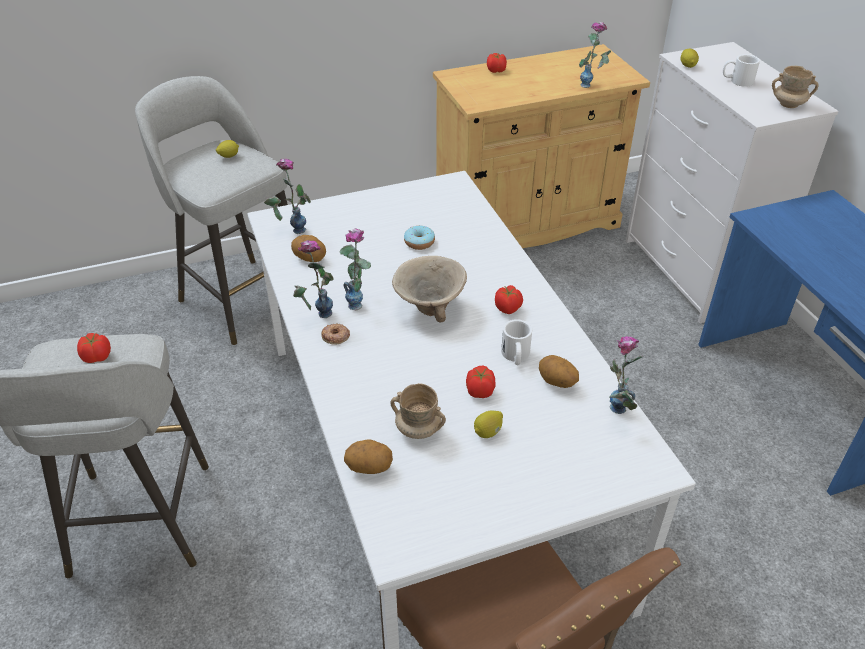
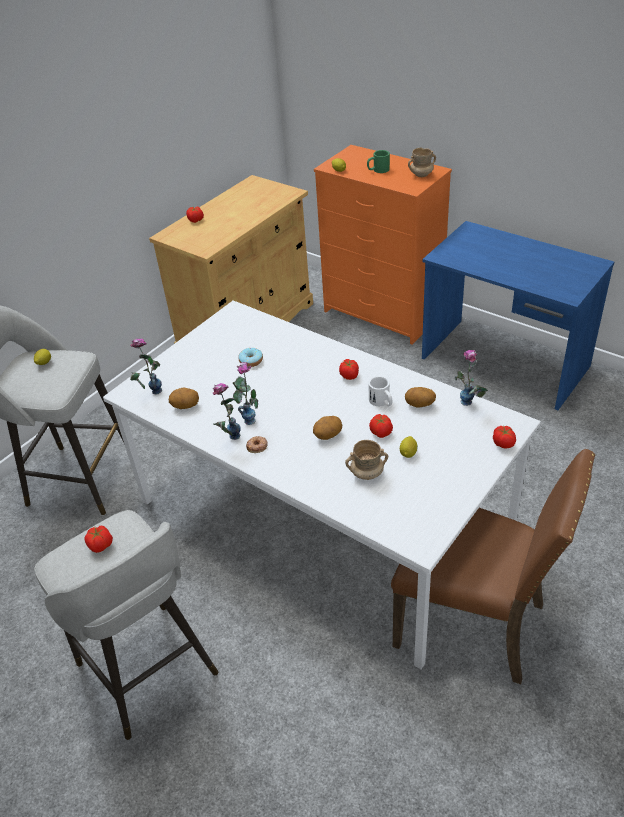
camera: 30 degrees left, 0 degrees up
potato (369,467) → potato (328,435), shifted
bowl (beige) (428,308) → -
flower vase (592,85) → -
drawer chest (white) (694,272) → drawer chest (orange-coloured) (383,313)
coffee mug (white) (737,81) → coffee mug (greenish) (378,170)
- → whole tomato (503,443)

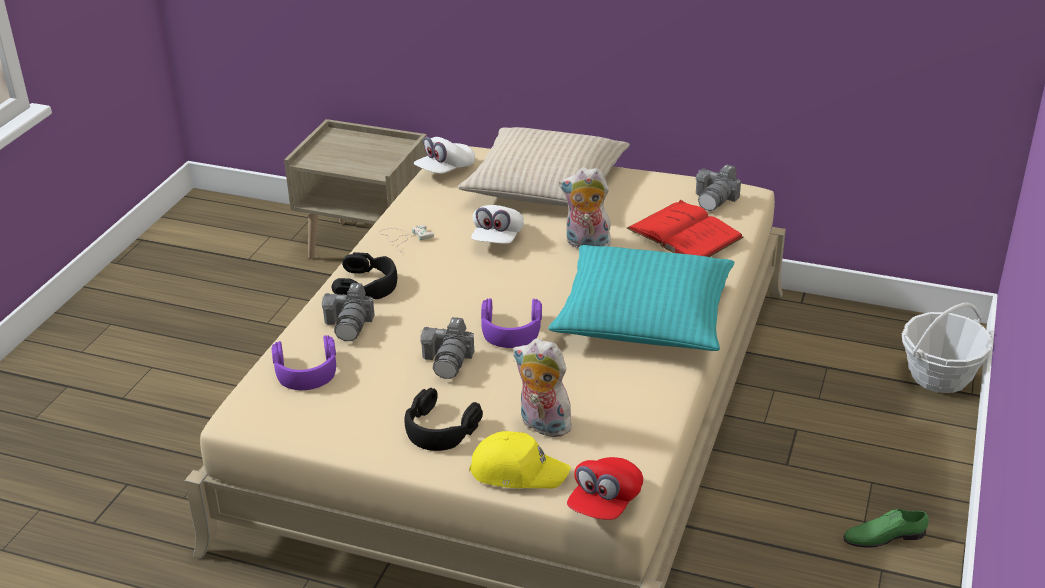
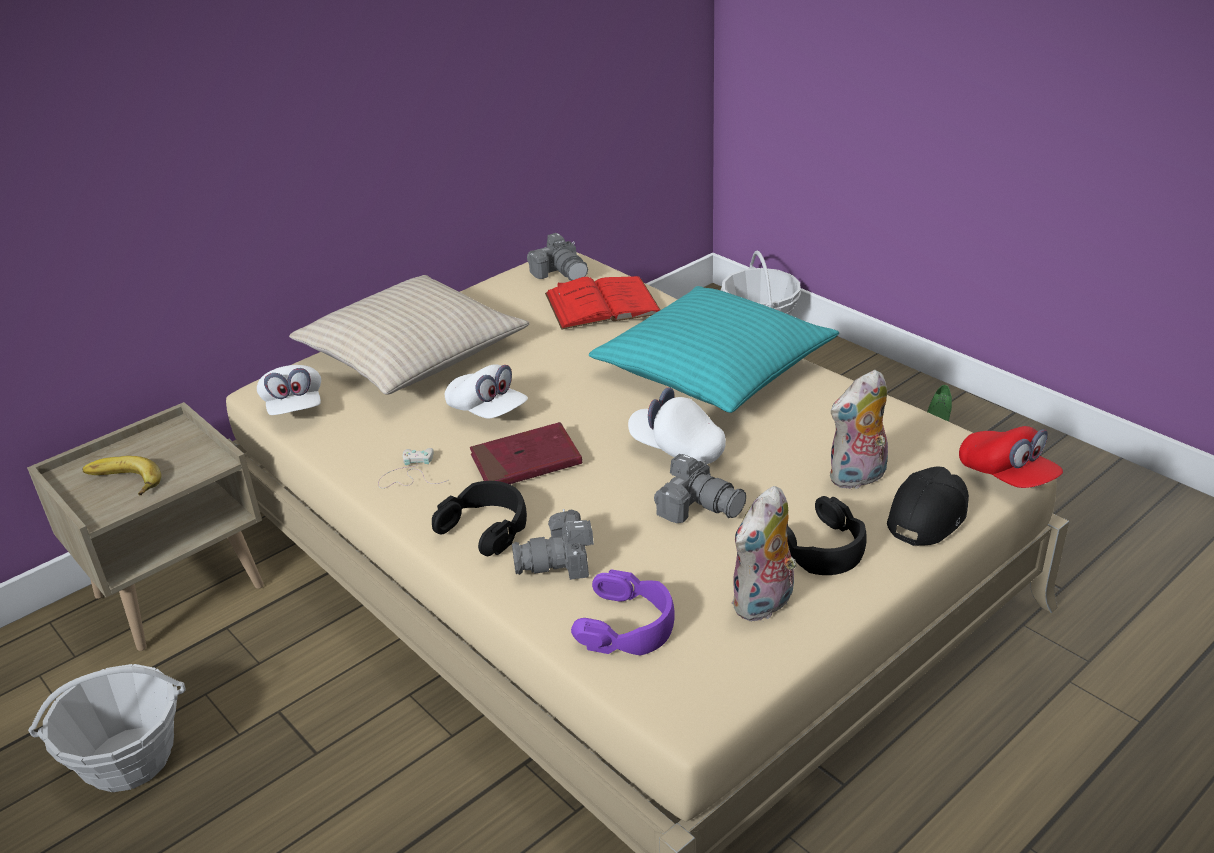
camera: 60 degrees left, 0 degrees up
photo camera (350,324) → photo camera (559,562), 135 degrees clockwise
baseball cap (yellow) (517,471) → baseball cap (blackish) (927,514)
headphones (purple) (511,330) → baseball cap (white) (677,448)
soft toy (586,244) → soft toy (764,604), shifted
- → basket (129,759)
- → banana (121,483)
- → volume (red-coloured) (526,461)

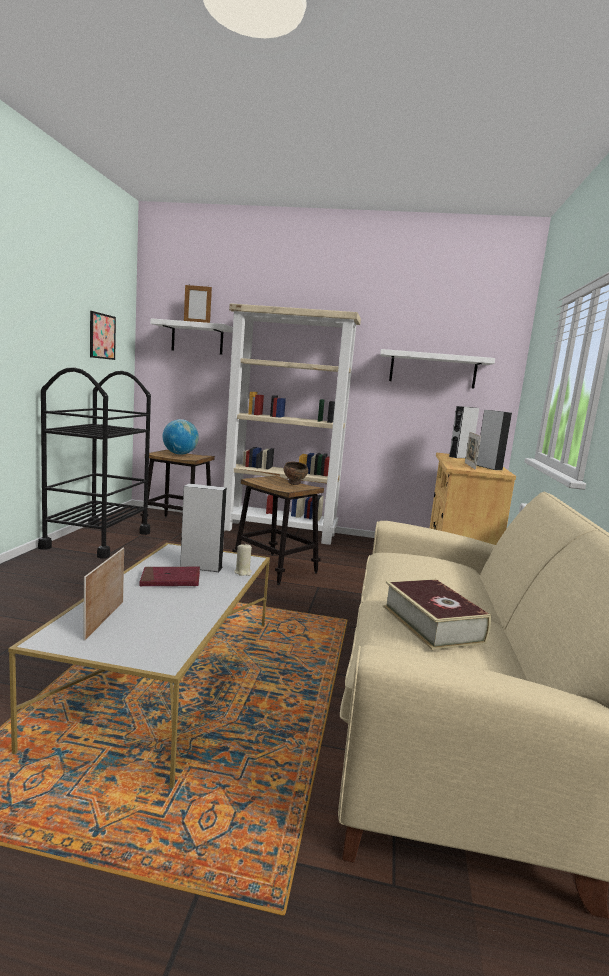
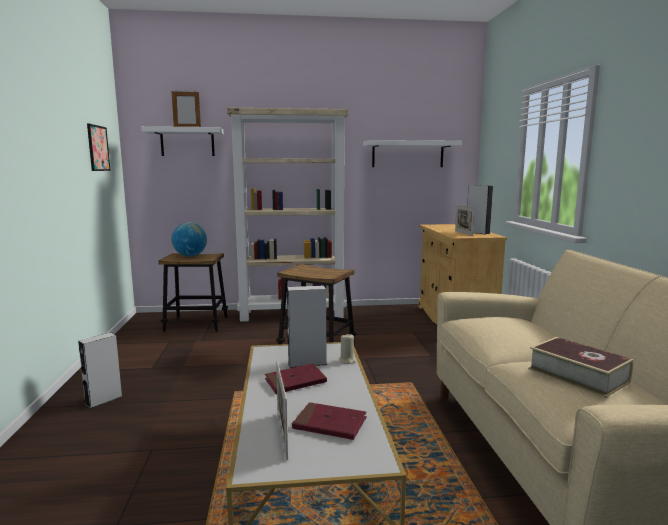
camera: 15 degrees left, 0 degrees up
trolley (blackish) (97,540) → -
bowl (brown) (295,484) → -
loudspeaker (gray) (460,457) → loudspeaker (gray) (104,400), shifted
- → volume (red-coloured) (330,424)

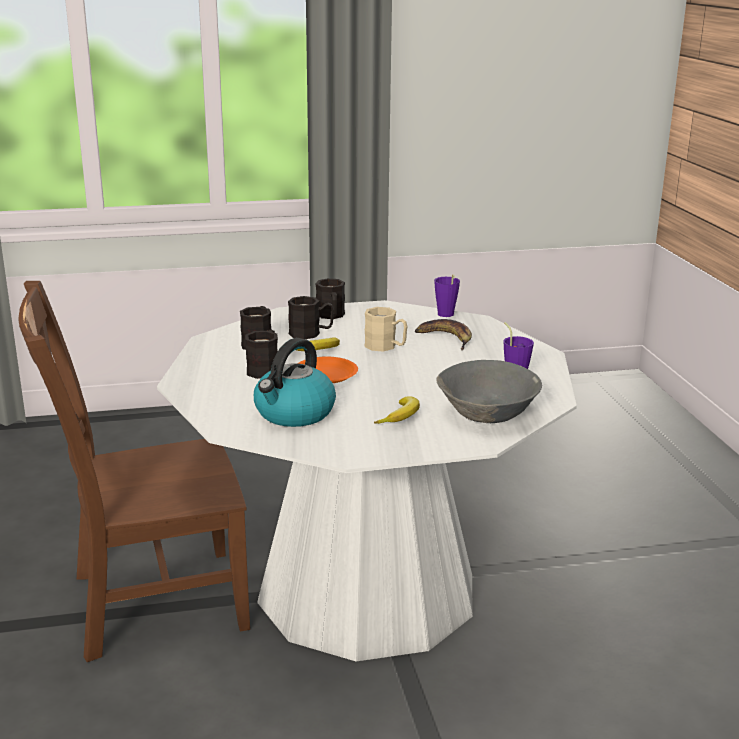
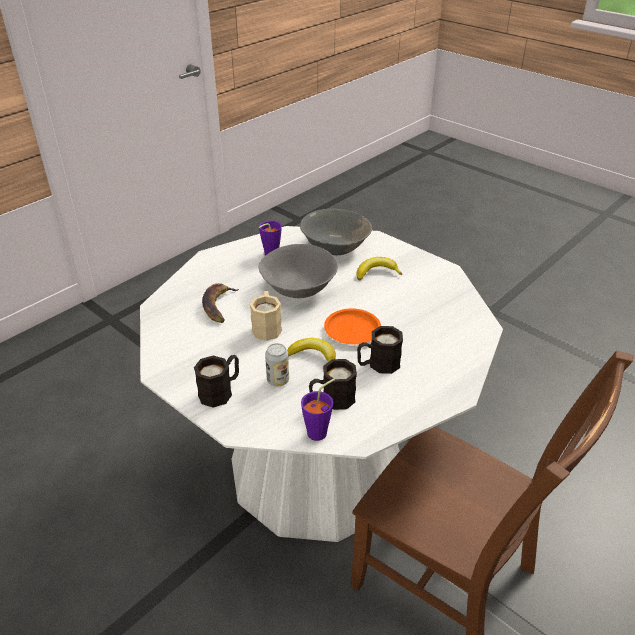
camera: 125 degrees left, 15 degrees up
water kettle (294,413) → -
coffee mug (blackish) (311,333) → metal can (278,380)
small cup (purple) (446,315) → small cup (purple) (320,431), shifted
- → bowl (gray) (298,287)

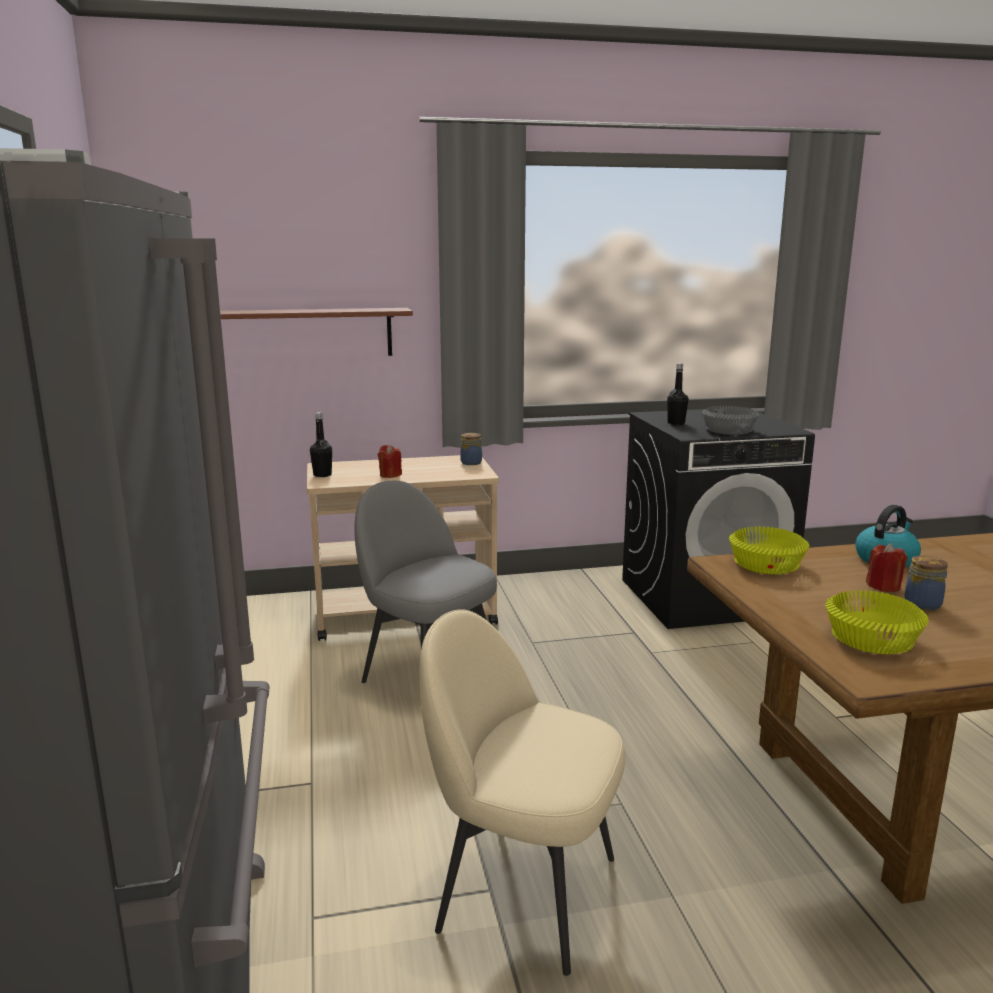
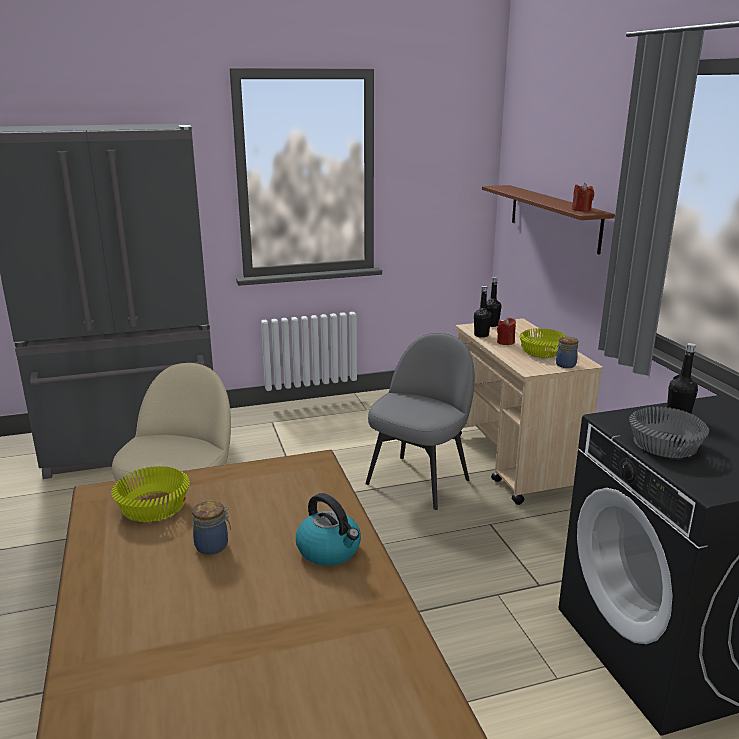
camera: 85 degrees right, 5 degrees up
bowl (yellow) (765,564) → bowl (yellow) (541,351), shifted
wax candle (red-coloured) (883,586) → wax candle (red-coloured) (581,210), shifted
- → bottle (blackish) (481,335)

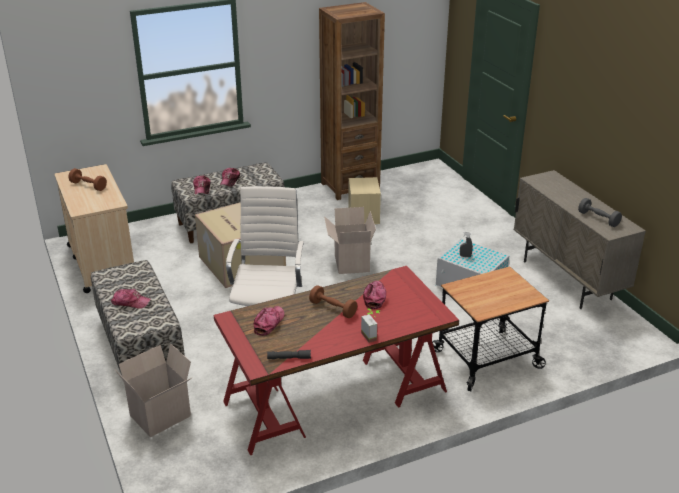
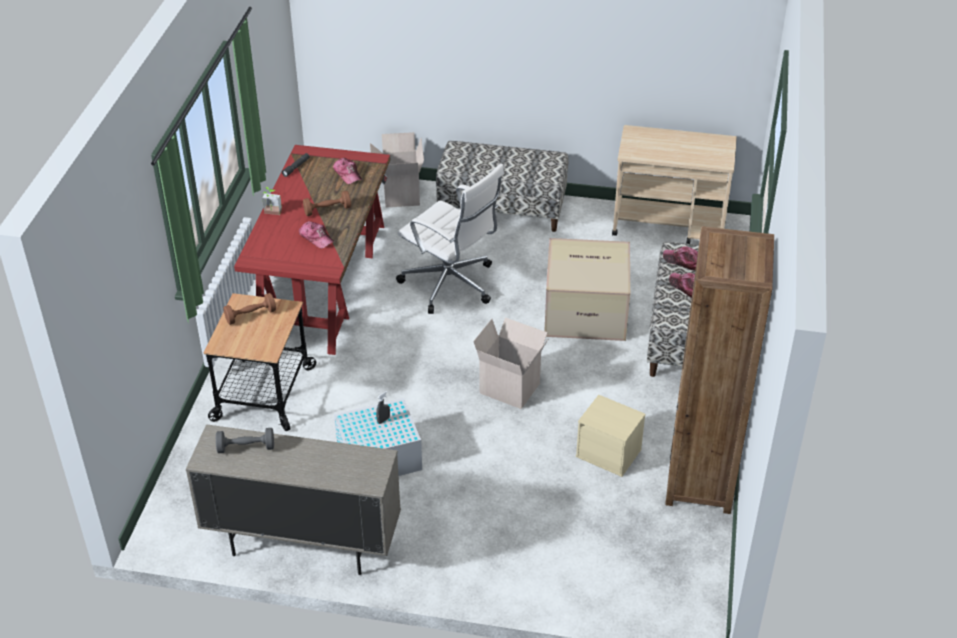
camera: 125 degrees right, 10 degrees up
dumbbell (brown) (88,186) → dumbbell (brown) (250,315), shifted
baseball cap (130,302) → -

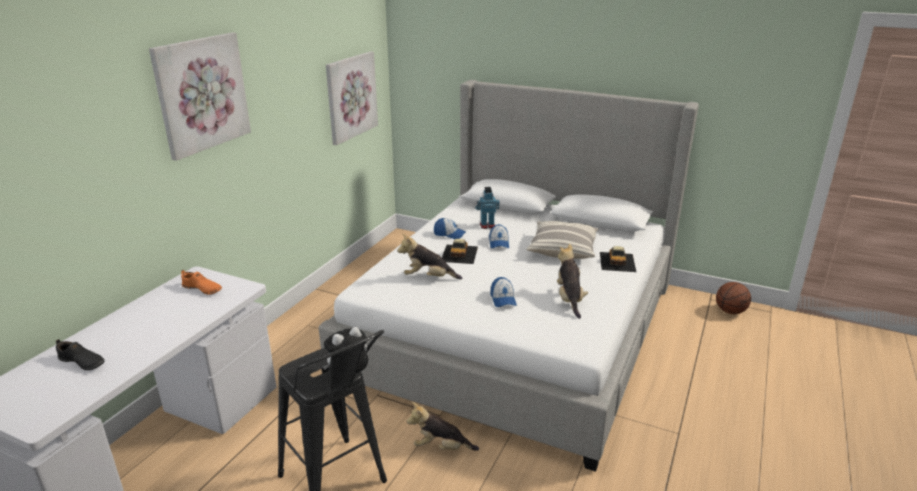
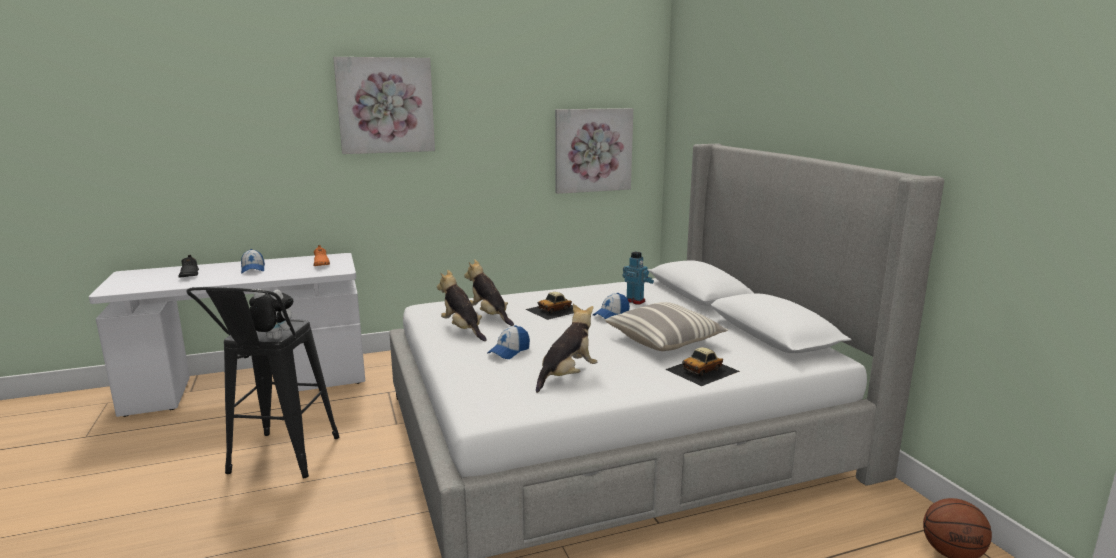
camera: 45 degrees right, 10 degrees down
soft toy (441,447) → soft toy (462,330), shifted
baseball cap (449,234) → baseball cap (253,269), shifted

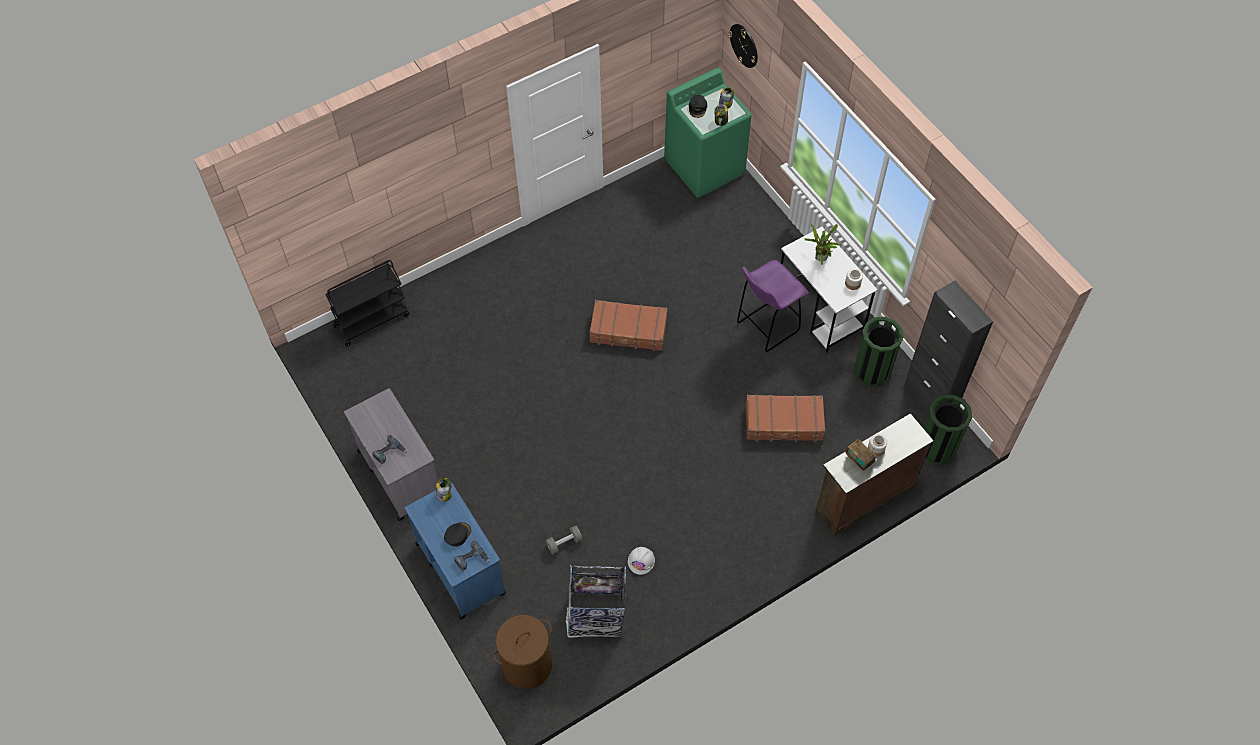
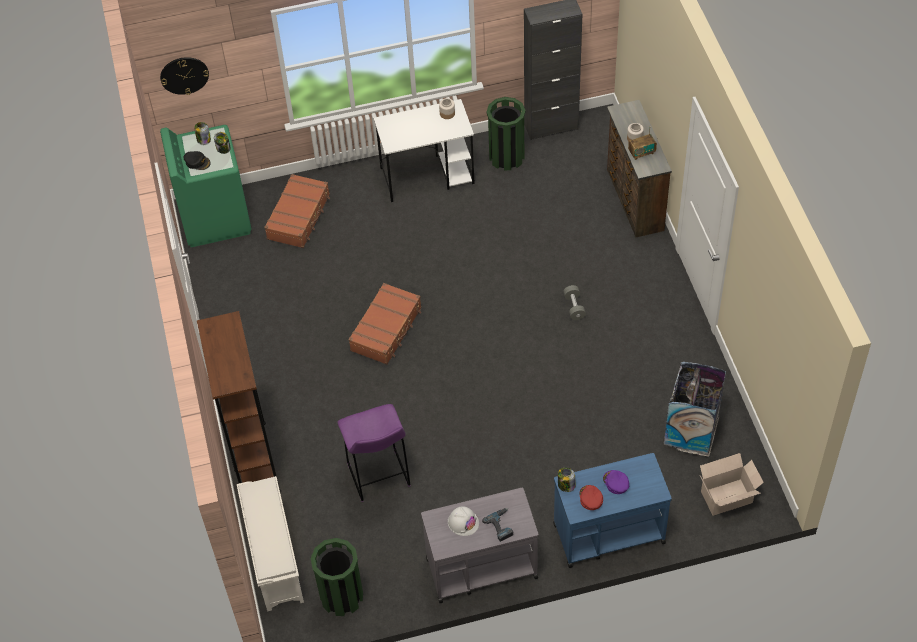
camera: 70 degrees left, 5 degrees down
trolley (blackish) (372,320) → shoe shelf (white) (274,559)
baseball cap (blackish) (457,534) → baseball cap (purple) (616,483)
electric drill (472,559) → -
washing basket (brown) (527,665) → packing box (728,497)
dumbbell (gray) (564,543) → dumbbell (gray) (574,307), shifted
work helmet (white) (641,561) → work helmet (white) (463,522), shifted
sitting stool (purple) (766,328) → sitting stool (purple) (379,477), shifted
travel case (brown) (784,423) → travel case (brown) (299,217), shifted
houseplant (820,259) → -
trash can (greenish) (937,447) → trash can (greenish) (341,596), shifted
- → shelving unit (brown) (254,460)
- → baseball cap (red-coloured) (590,498)

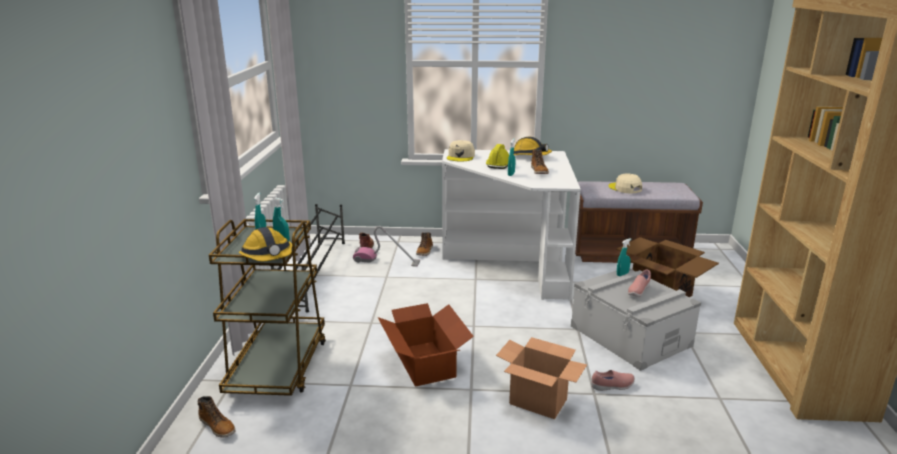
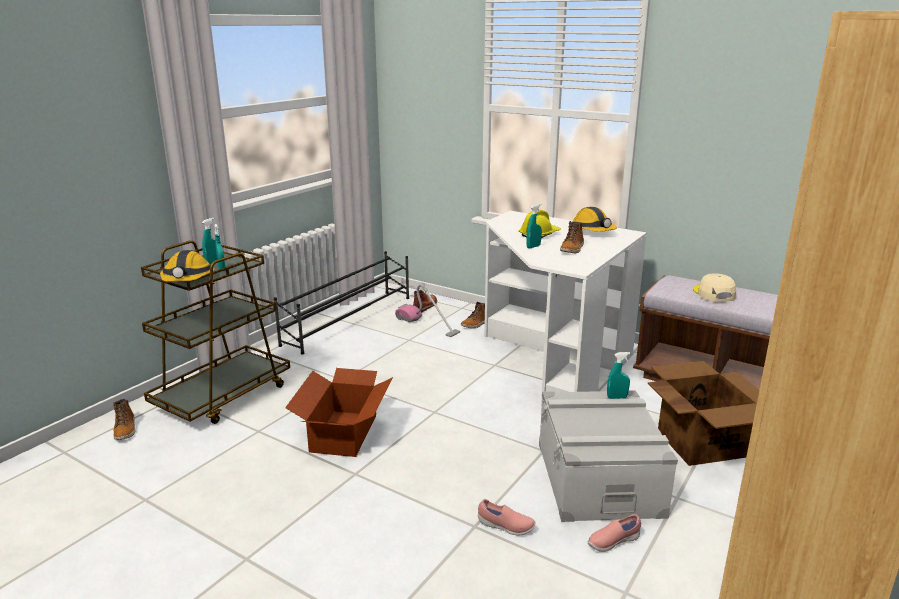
camera: 30 degrees right, 0 degrees up
baseball cap (beige) (461,156) → -
packing box (539,402) → -
item of footwear (pinkish) (638,291) → item of footwear (pinkish) (612,542), shifted

